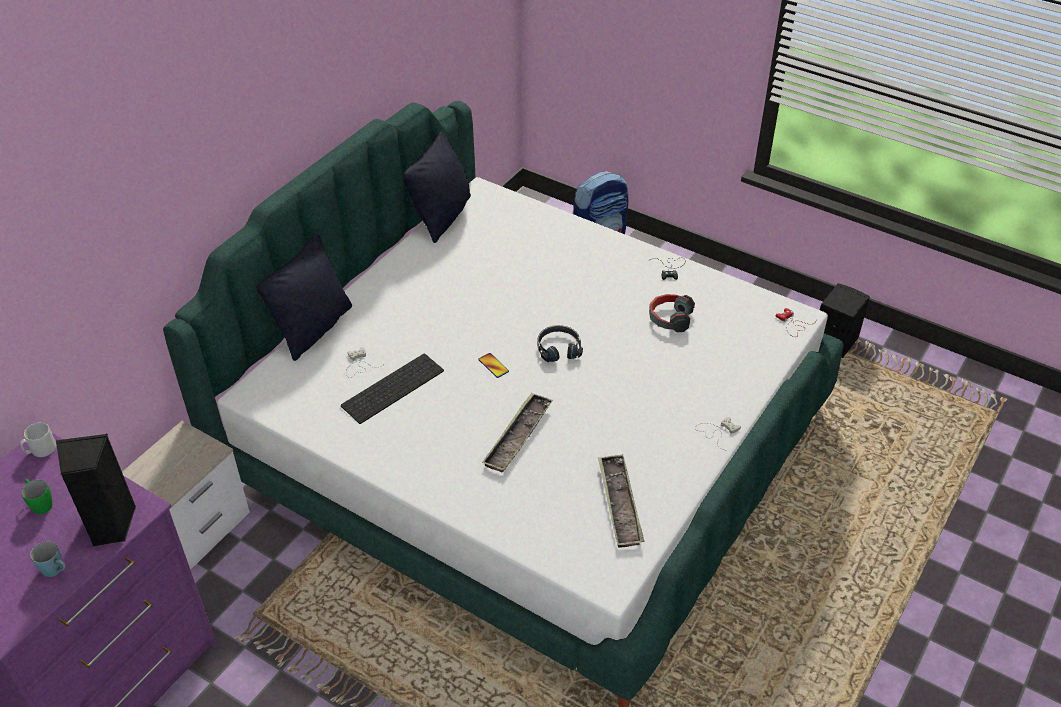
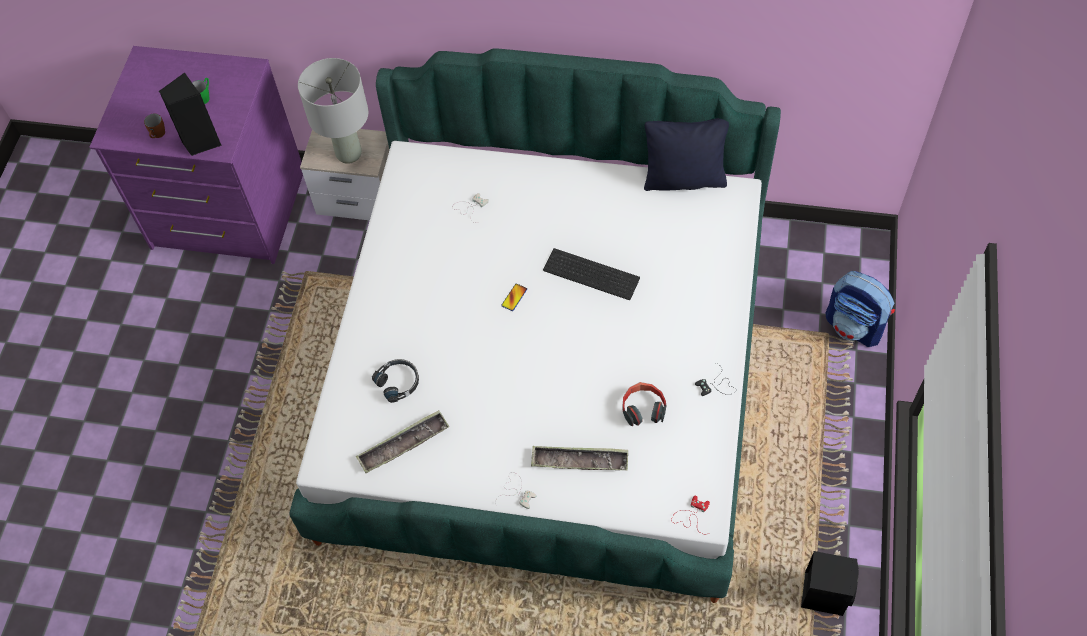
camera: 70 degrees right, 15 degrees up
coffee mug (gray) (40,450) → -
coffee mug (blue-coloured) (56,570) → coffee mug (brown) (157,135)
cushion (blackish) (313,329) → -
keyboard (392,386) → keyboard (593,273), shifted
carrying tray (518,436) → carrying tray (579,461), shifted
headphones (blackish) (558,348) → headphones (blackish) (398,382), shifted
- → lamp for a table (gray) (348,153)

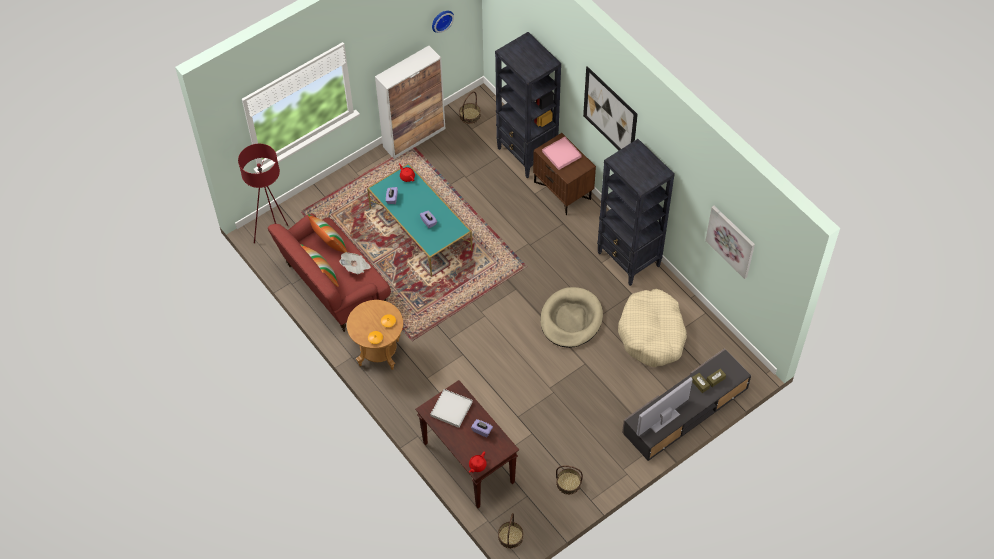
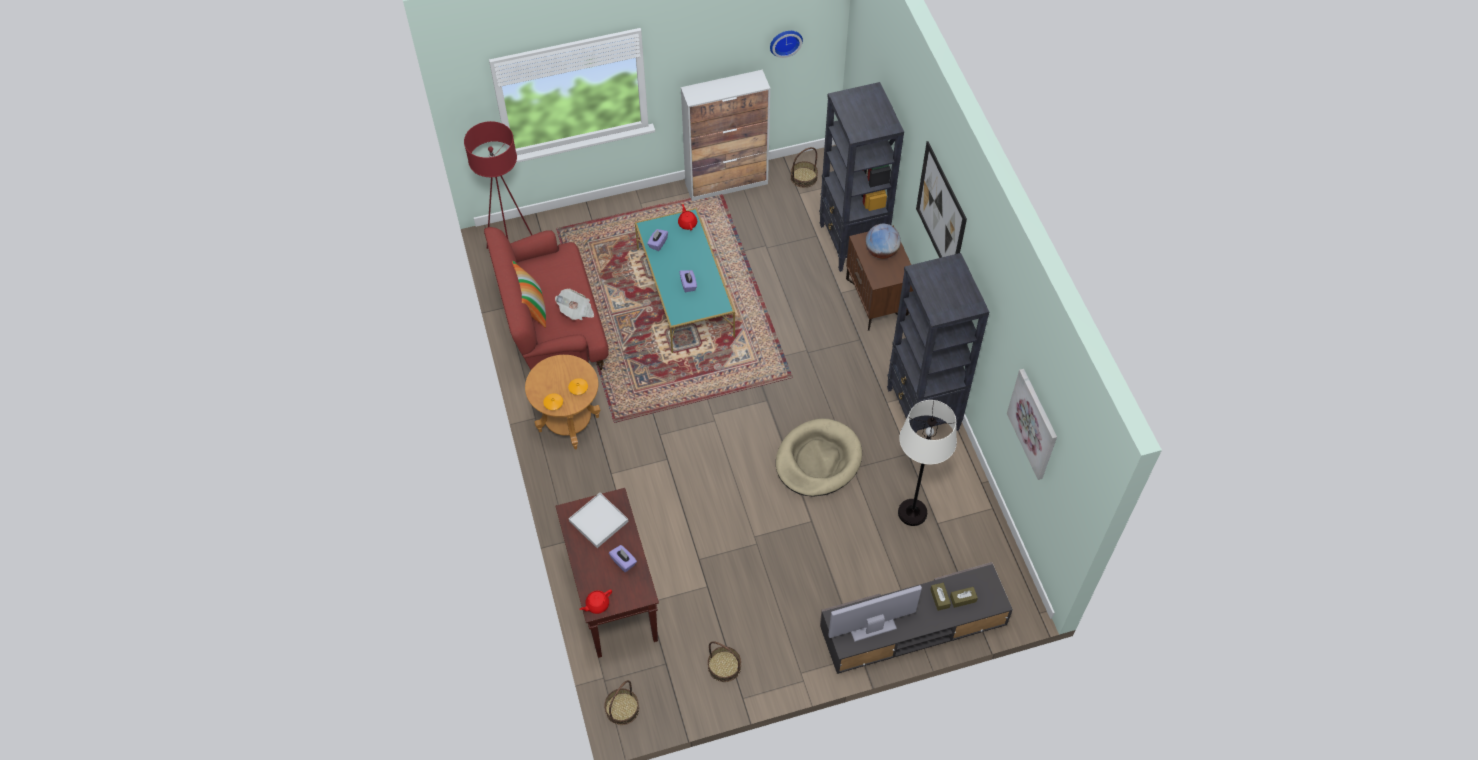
camera: 20 degrees right, 0 degrees up
cushion (329,244) → -
carrying tray (pinkish) (561,154) → world globe (881,251)
pet bed (beige) (652,334) → floor lamp (white) (912,512)

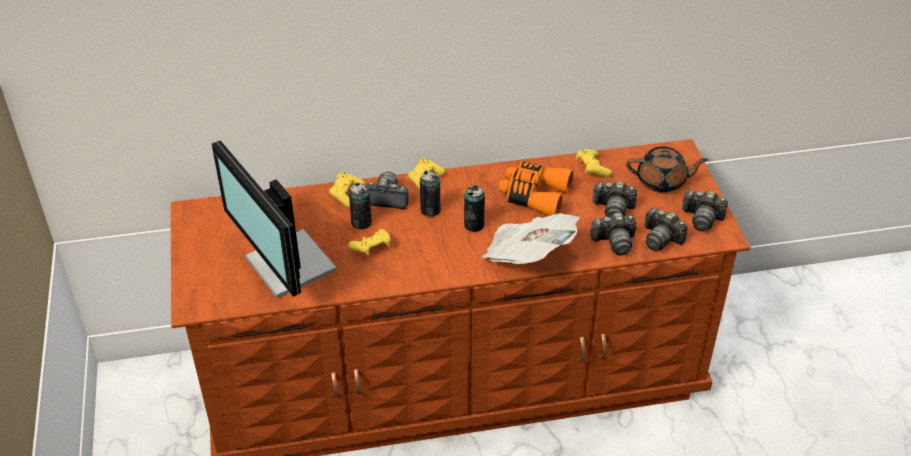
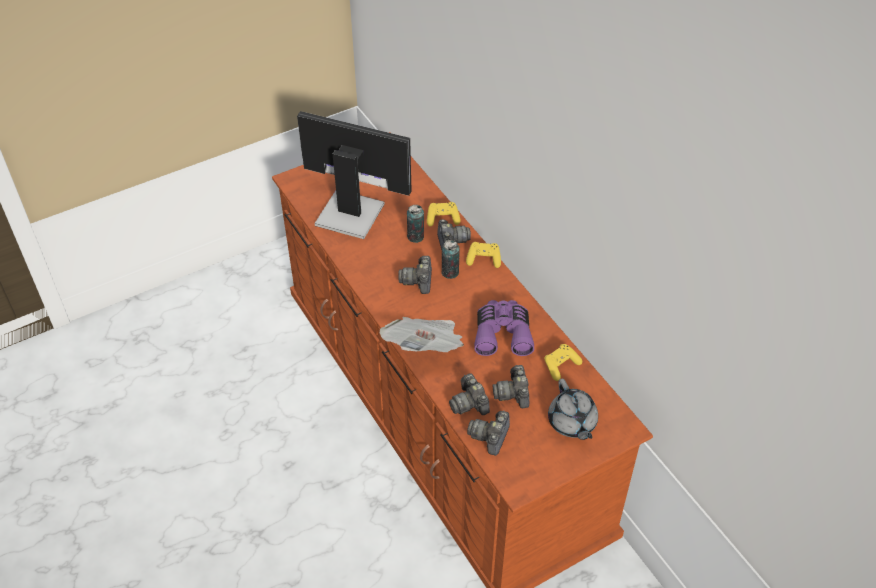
camera: 70 degrees right, 5 degrees up
computer display (287,266) → computer display (350,212), 75 degrees clockwise
game controller (yellow) (372,248) → -
metal can (474,225) → -
pair of binoculars (orange-coloured) (534,195) → pair of binoculars (purple) (503,333)
tea pot (brown) (662,181) → tea pot (gray) (572,422)
photo camera (702,218) → photo camera (418,281), shifted

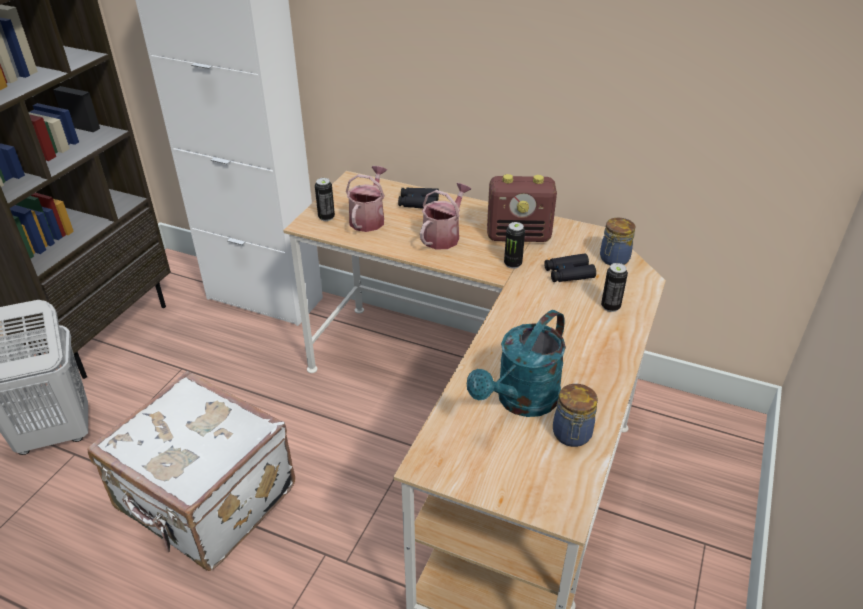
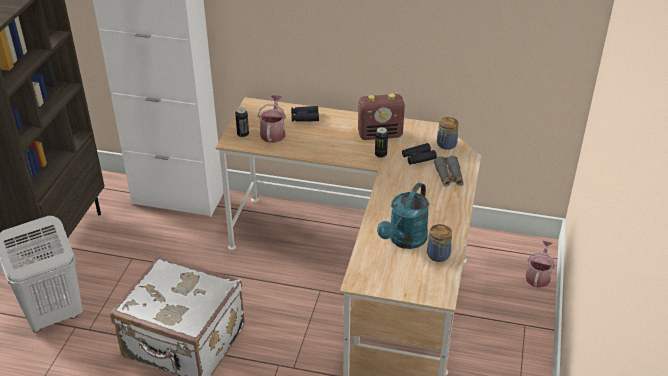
camera: 10 degrees left, 0 degrees up
sprinkling can (444,236) → sprinkling can (538,276), shifted
metal can (610,307) → pair of binoculars (gray) (449,176)

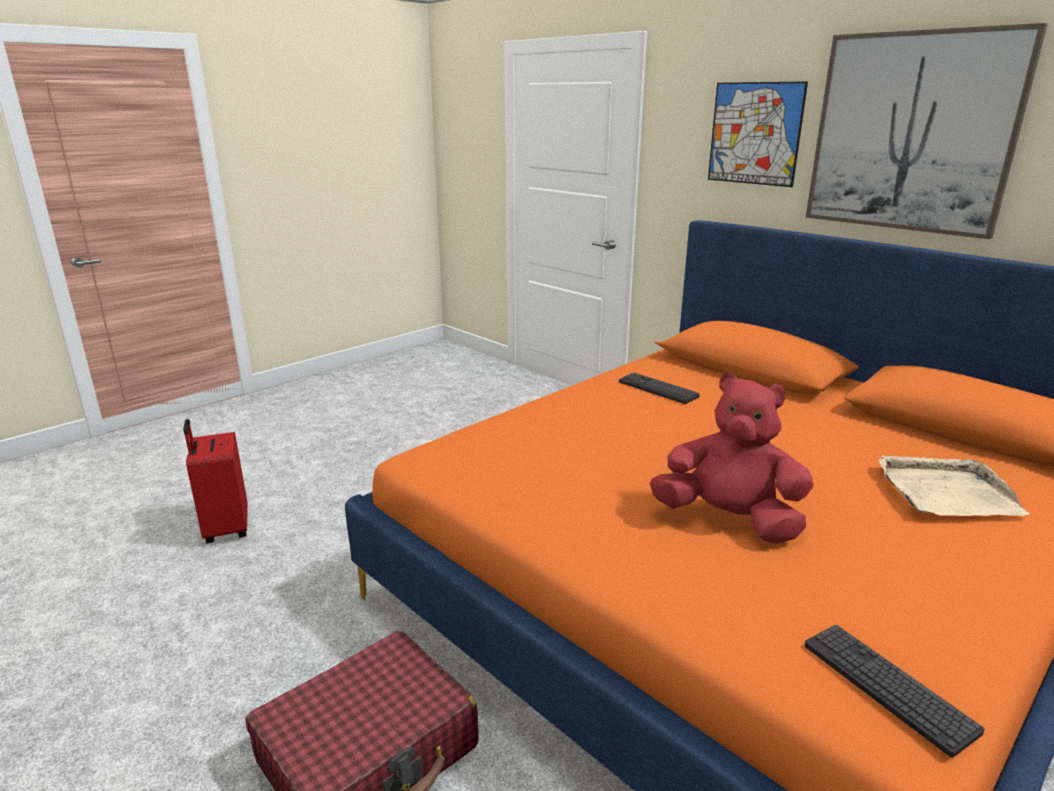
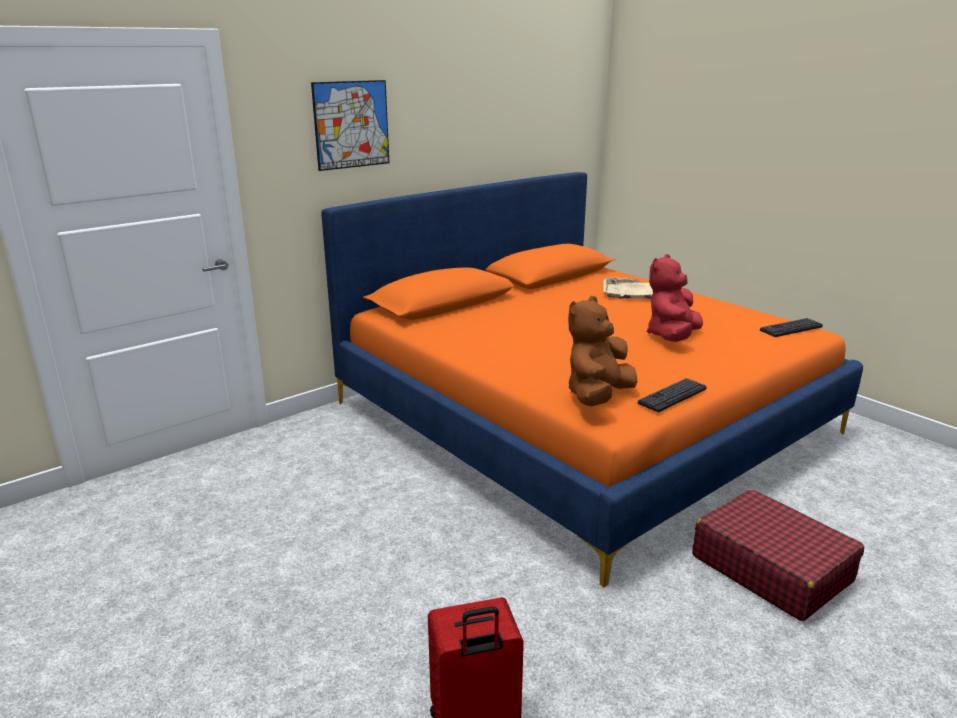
camera: 85 degrees left, 0 degrees up
keyboard (658,389) → keyboard (672,396), shifted
picture (912,133) → -
- → soft toy (brown) (597,396)

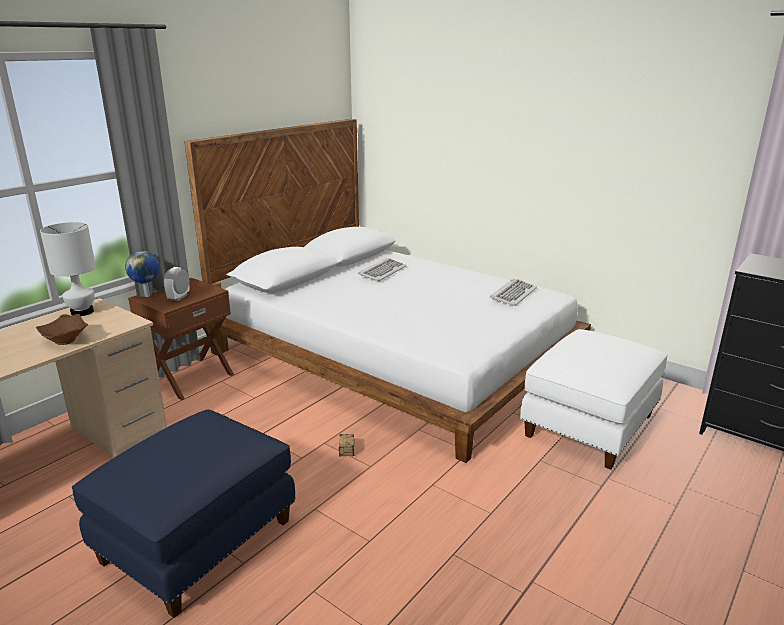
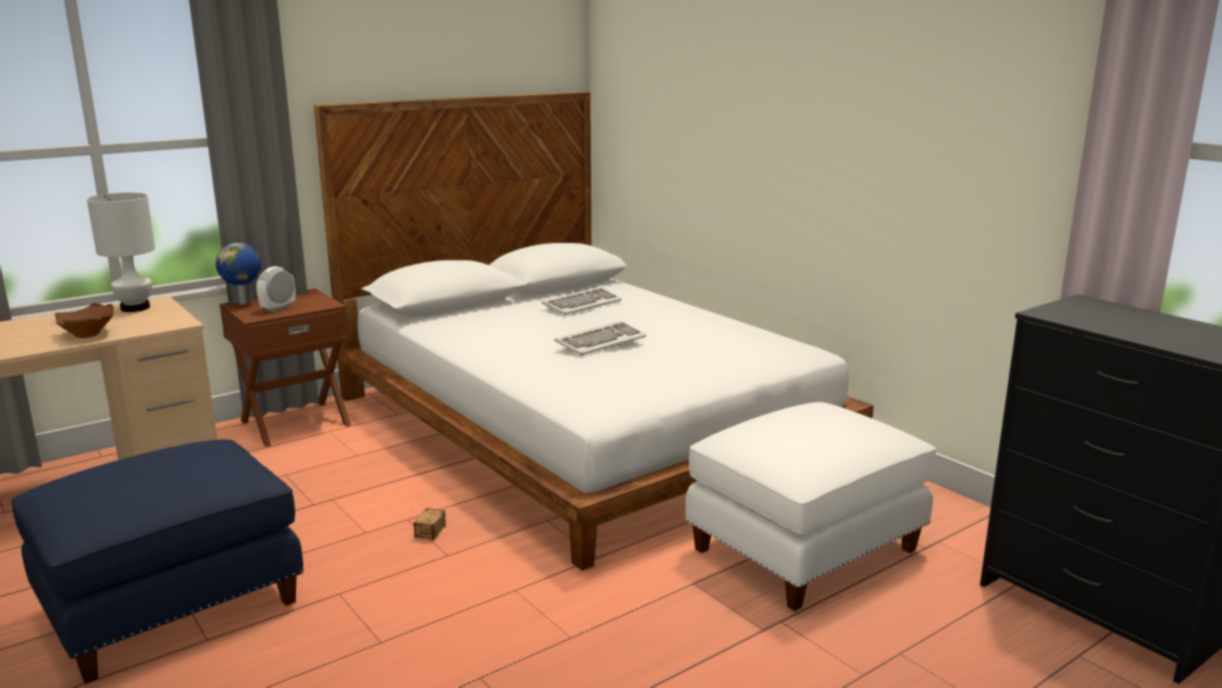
camera: 15 degrees right, 5 degrees down
keyboard (513,294) → keyboard (600,342), shifted

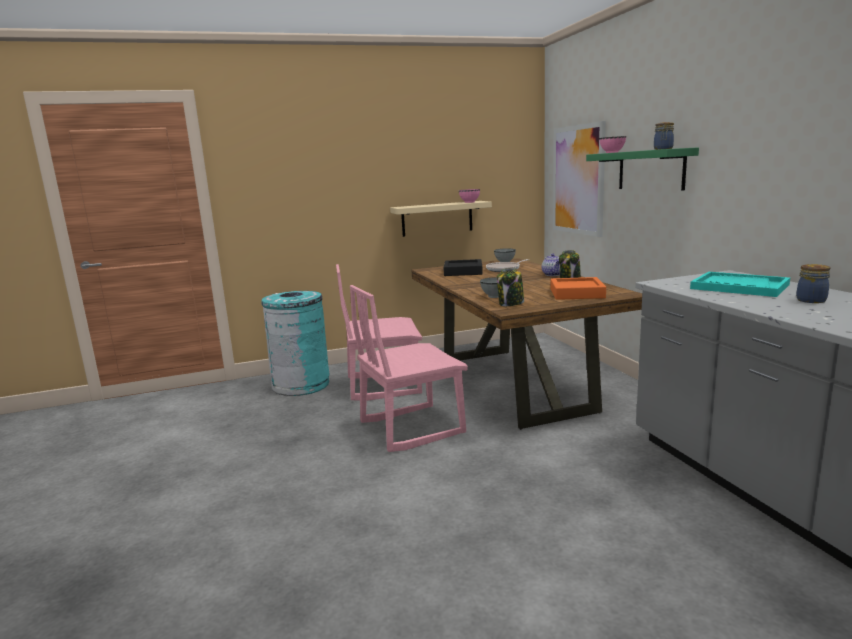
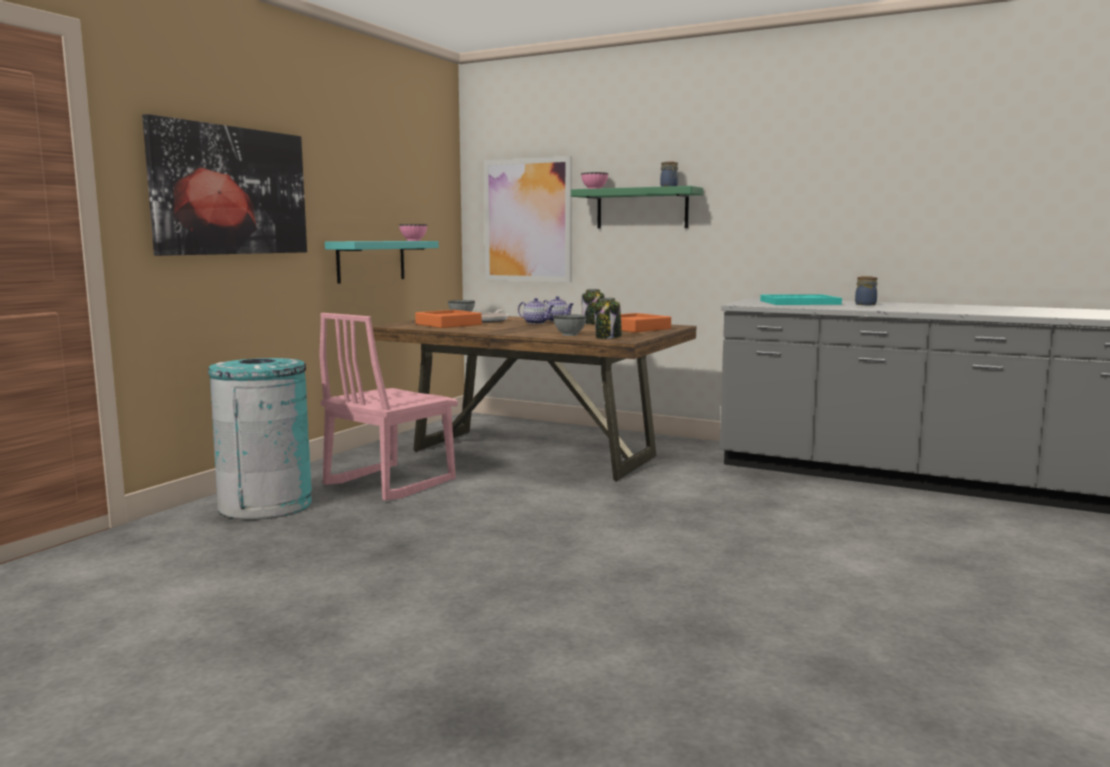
camera: 45 degrees left, 5 degrees down
chair (pinkish) (411,427) → -
bracket shelf (beige) (437,218) → bracket shelf (turquoise-coloured) (371,261)
carrying tray (blackish) (463,272) → carrying tray (orange-coloured) (448,324)
- → picture (231,191)
- → tea pot (536,323)

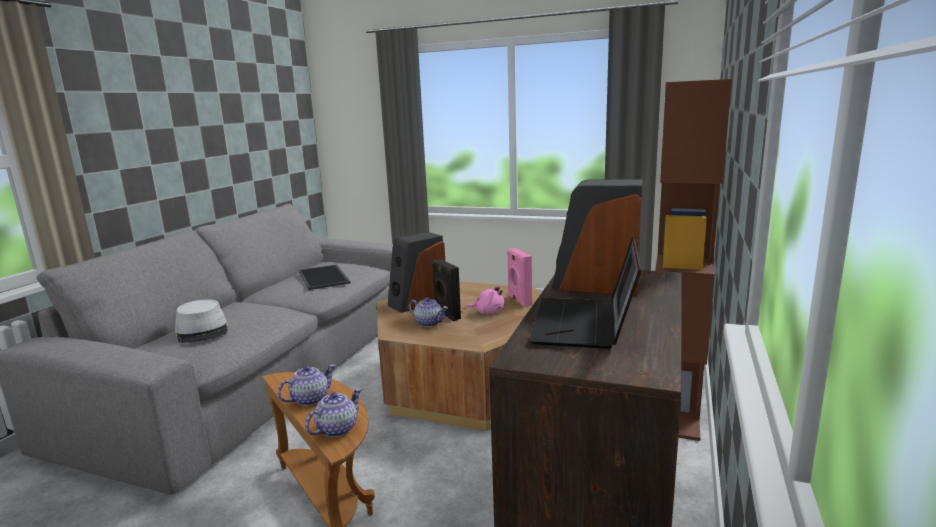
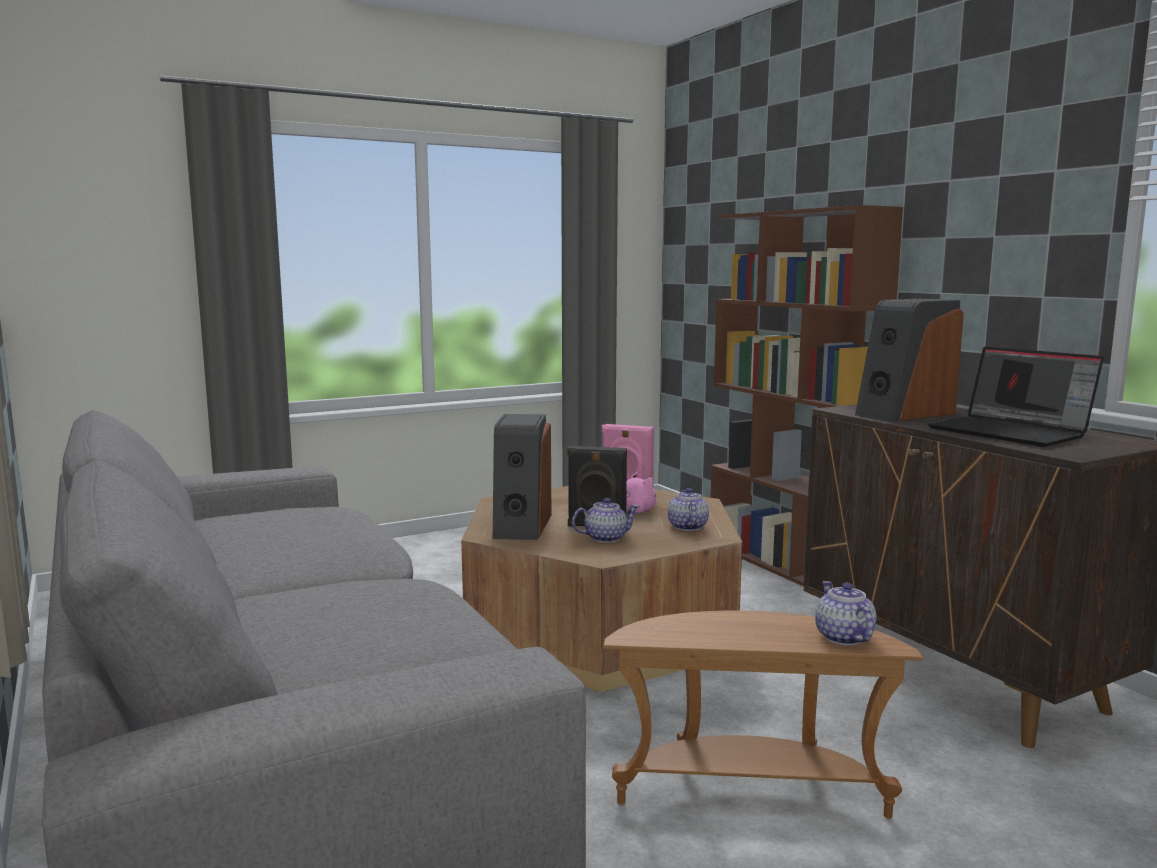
camera: 50 degrees left, 5 degrees down
hat (gray) (202,331) → -
tea pot (310,399) → tea pot (687,527), shifted
carrying tray (325,277) → -

